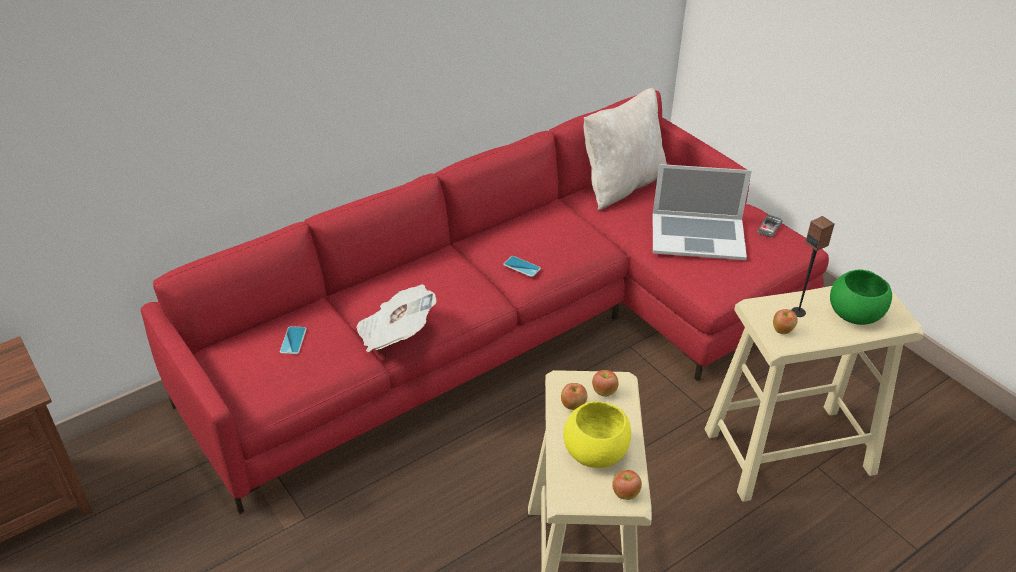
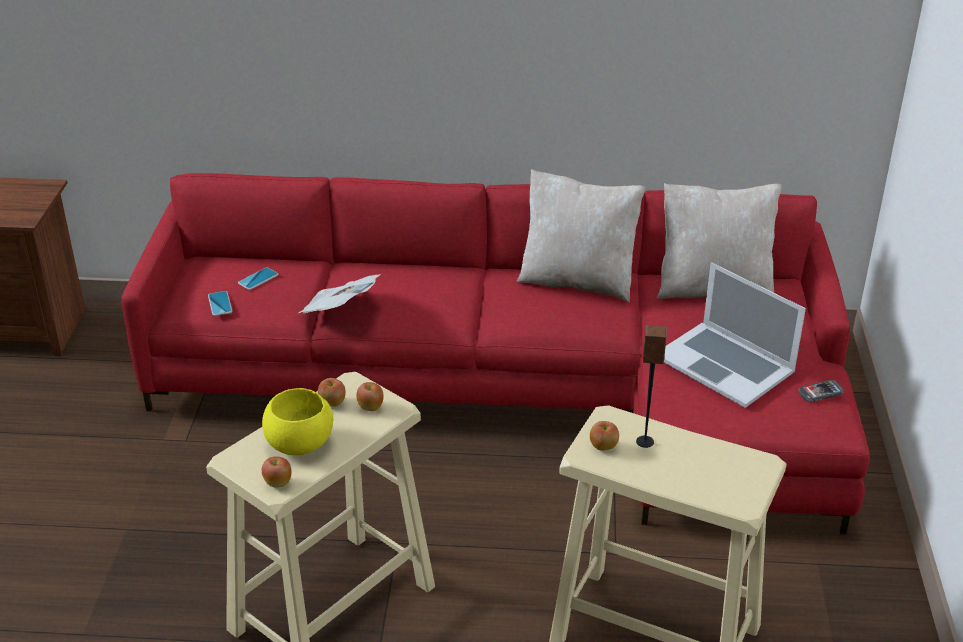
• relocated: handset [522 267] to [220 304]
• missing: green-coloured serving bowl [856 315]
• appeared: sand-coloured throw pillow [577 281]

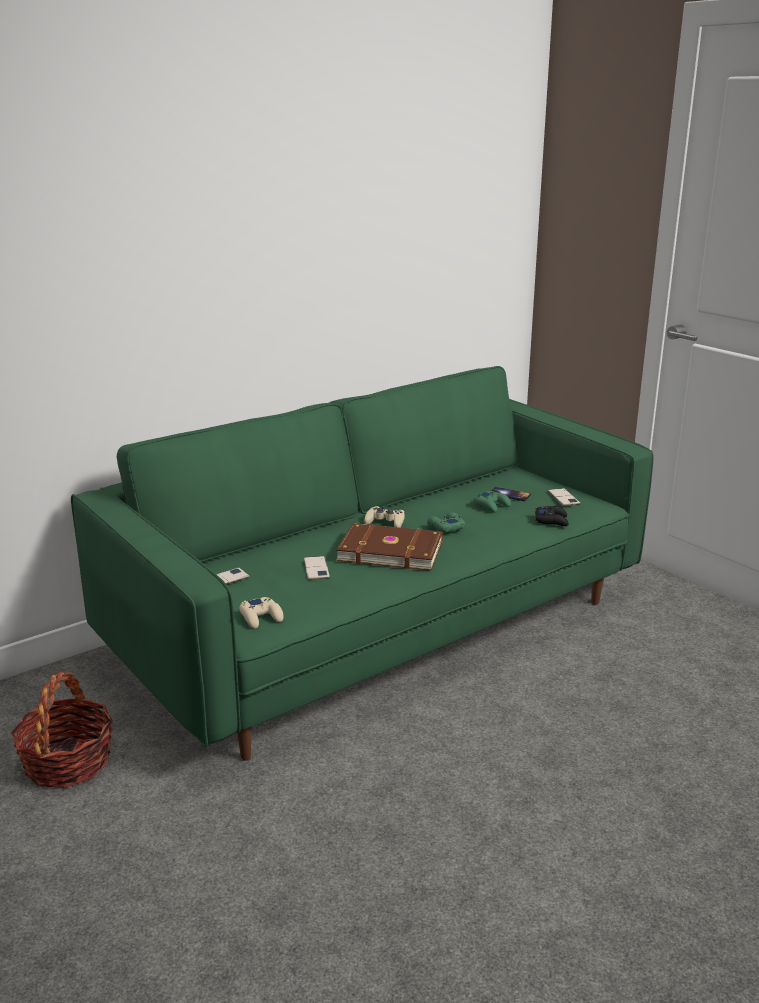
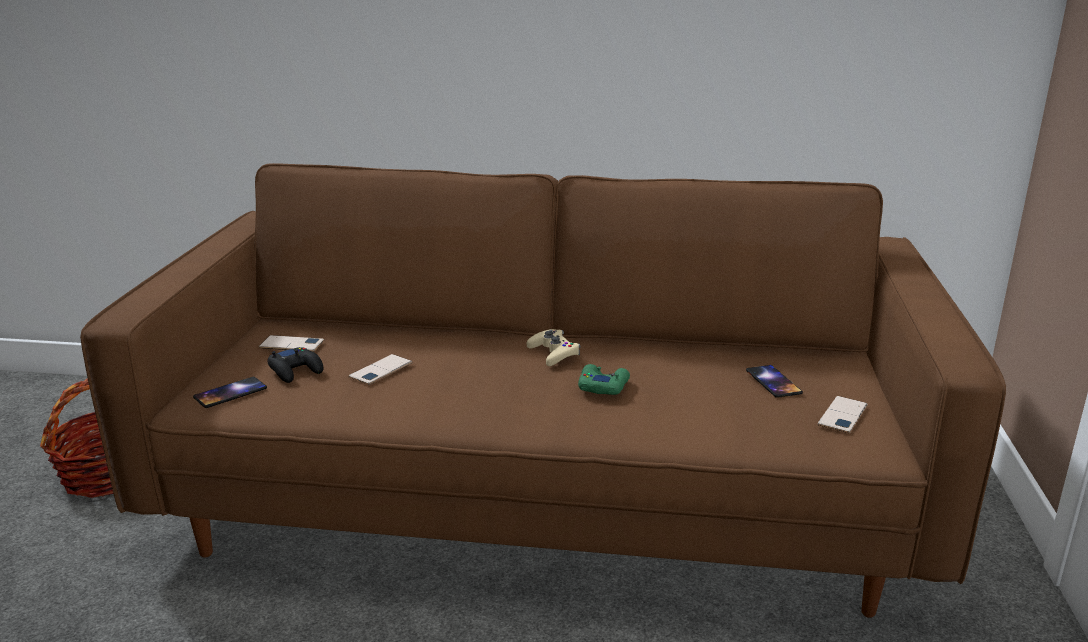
• colour: green-coloured settee [379 626] to brown-coloured settee [543 494]
• exchanged: sand-coloured joypad [261 617] to handset [230 393]
• missing: brown-coloured bound book [390 550]
• missing: green-coloured joypad [492 505]
• relocated: black joypad [552 520] to [296 370]

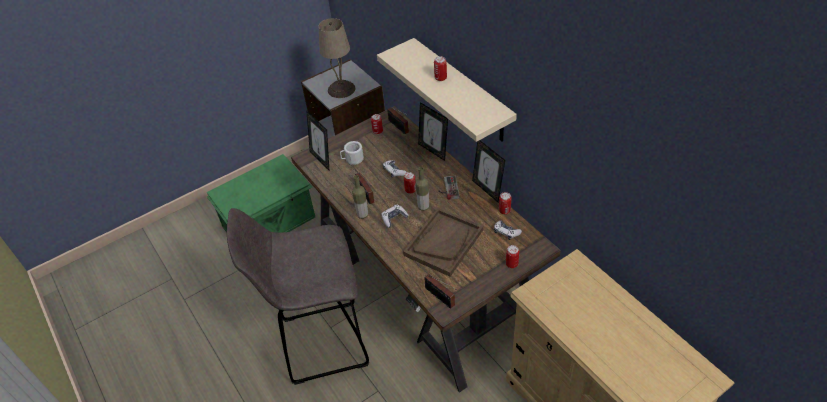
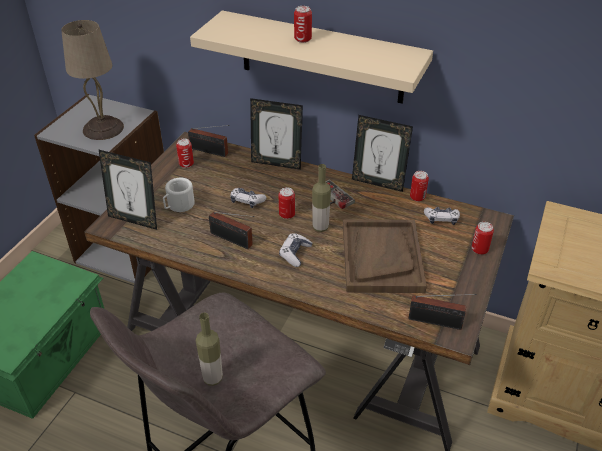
• relocated: bottle [362 215] to [213 378]

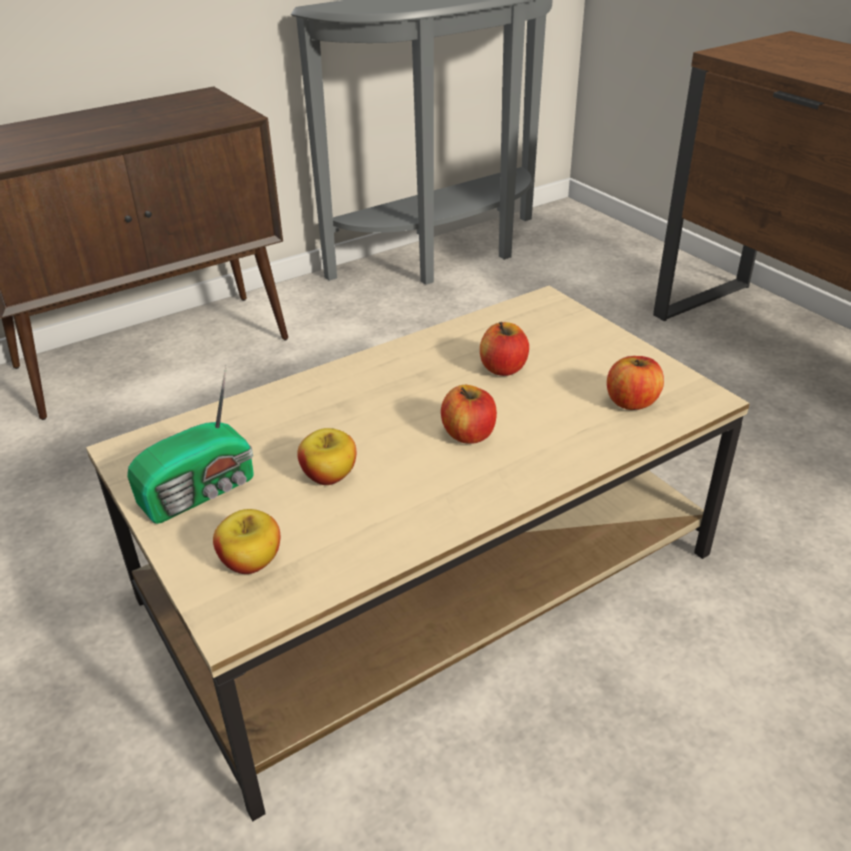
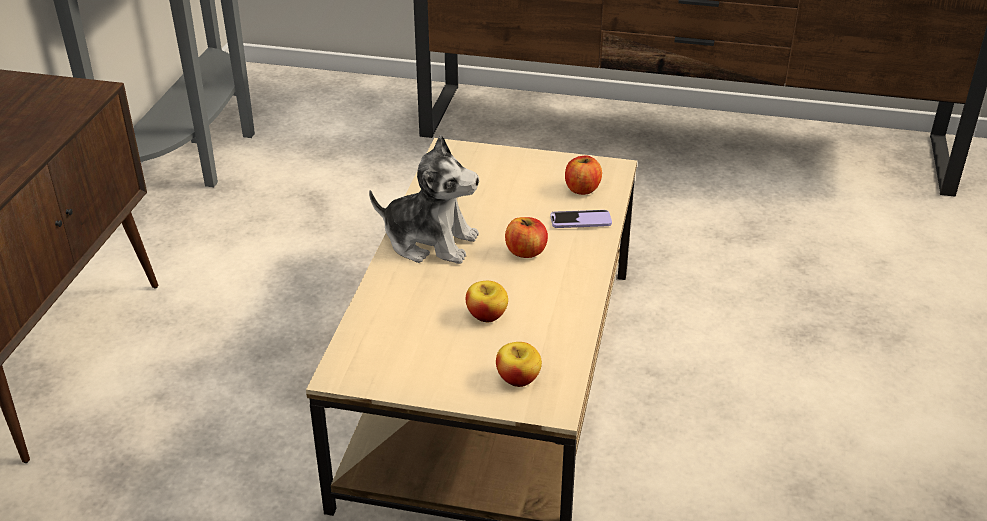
• missing: radio [202 491]
• missing: apple [503 368]
• appeared: soft toy [430 241]
• appeared: handset [580 221]

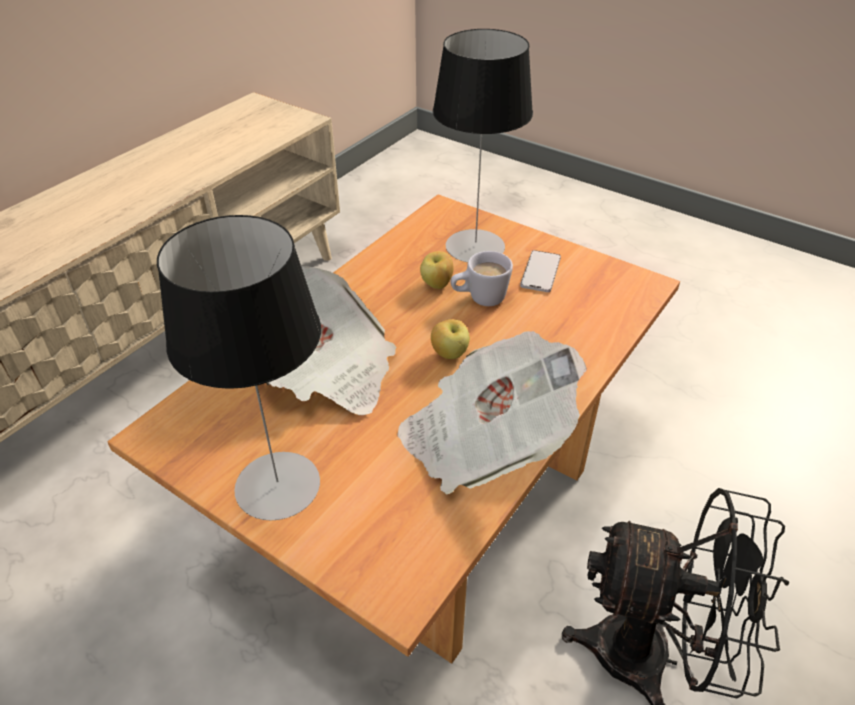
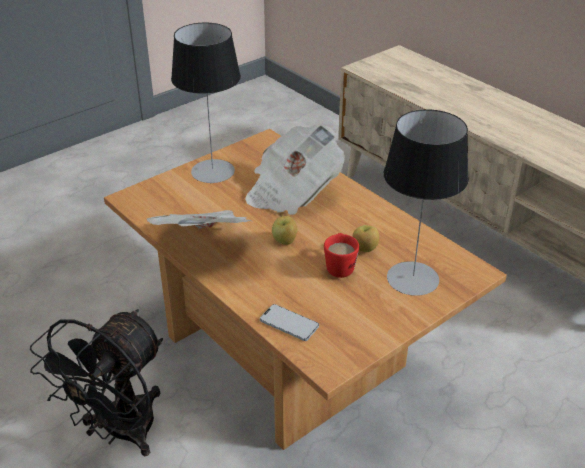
• colour: whitish tea mug [479 299] to red-coloured tea mug [340 266]
• relocated: handset [540 272] to [289 323]

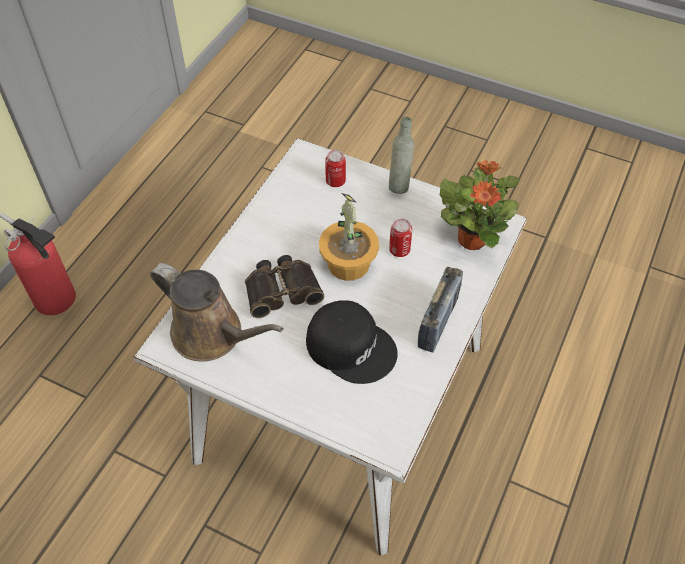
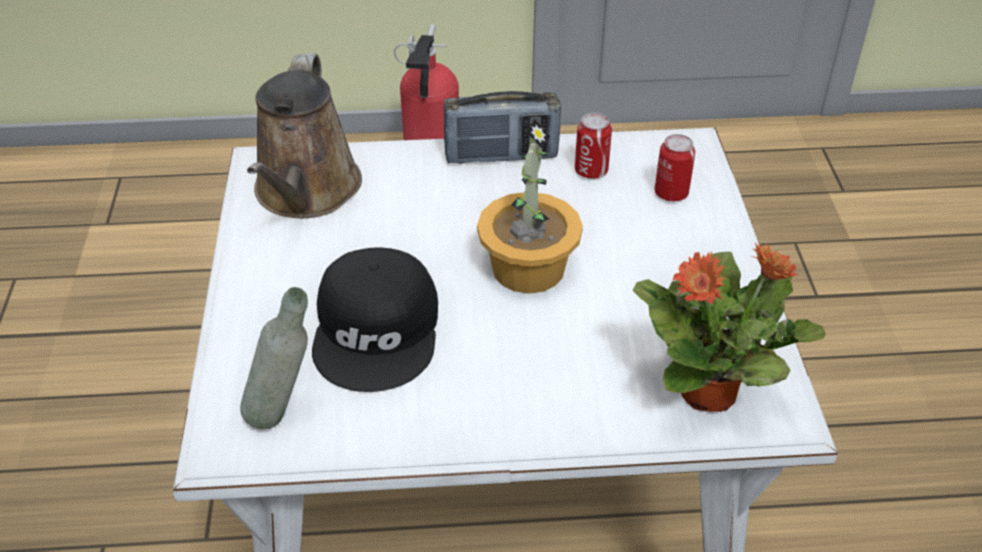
• missing: binoculars [282 289]
• relocated: greyish bottle [399 184] to [284 413]
• relocated: can [399 250] to [591 171]
• relocated: radio [438 322] to [501 156]

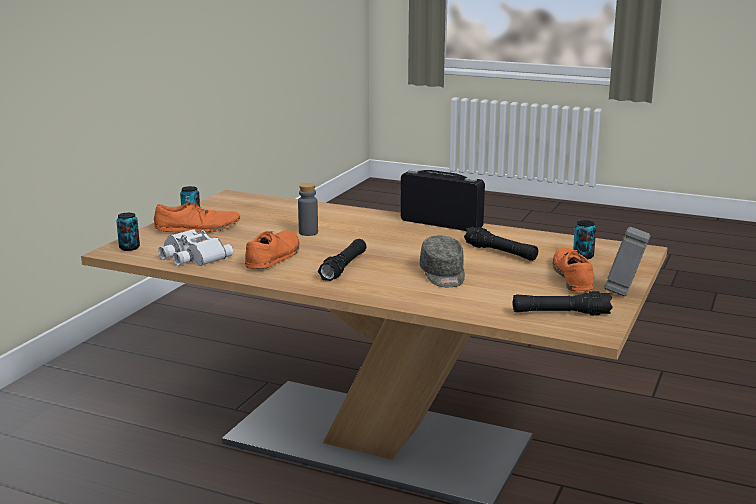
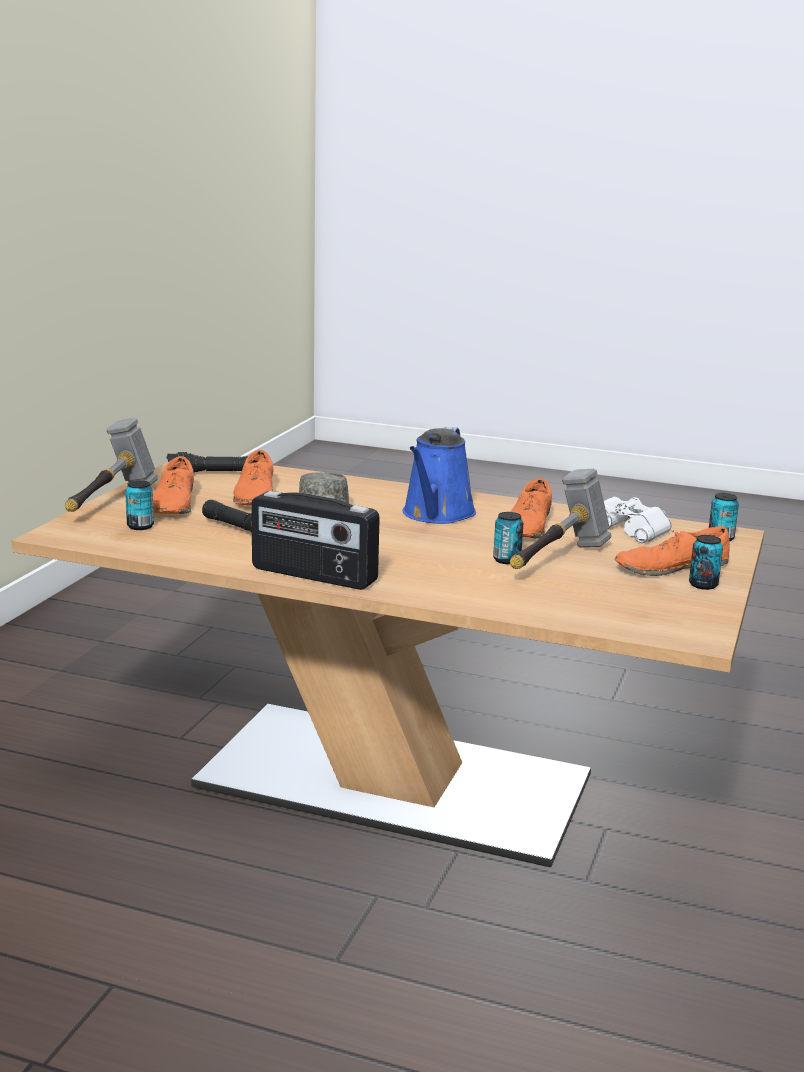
• exchanged: greyish bottle [308 233] to can [507 560]
• exchanged: black hand torch [344 267] to bluish watering pot [437 514]
• appeared: orange item of footwear [256 496]
• appeared: hand hammer [557 561]

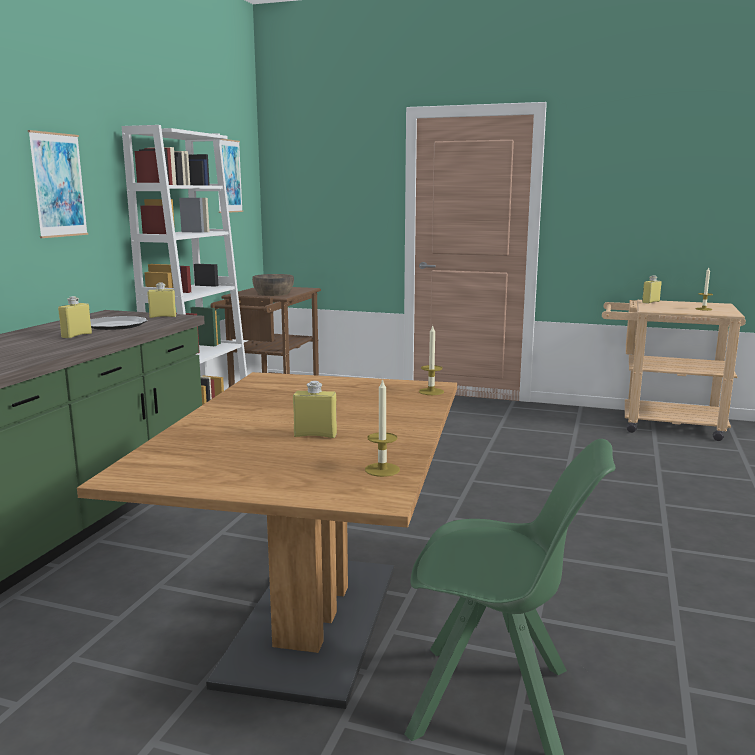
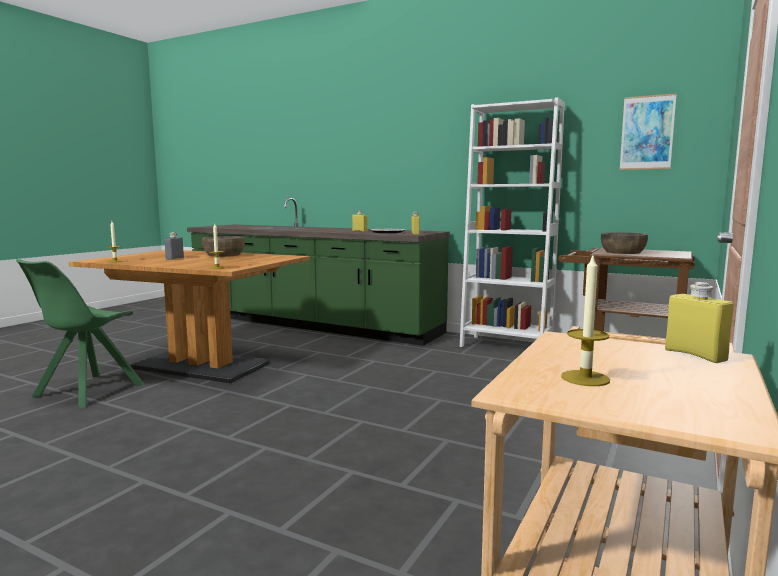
• missing: picture [58 185]
• colour: yellowish bottle [315 435] to greyish bottle [174 258]
• appeared: brown-coloured serving bowl [224 255]

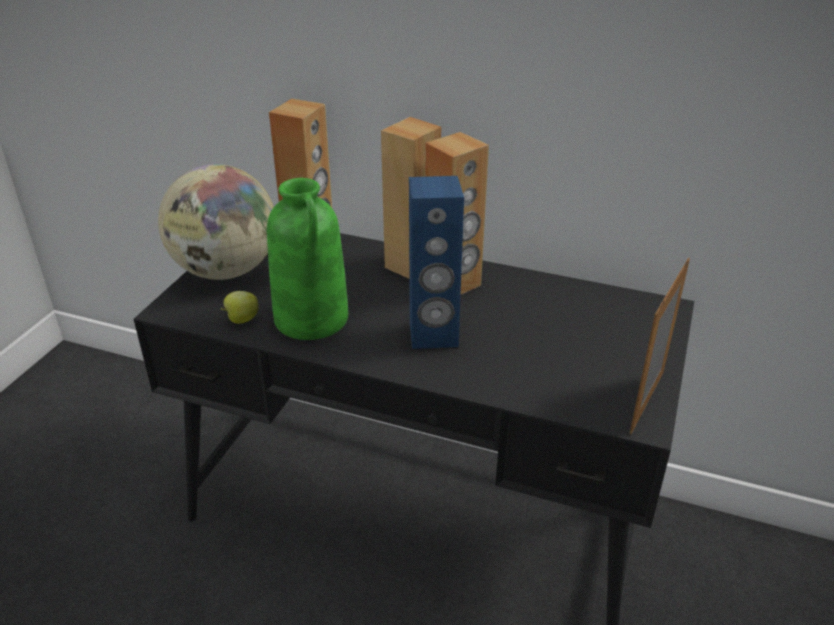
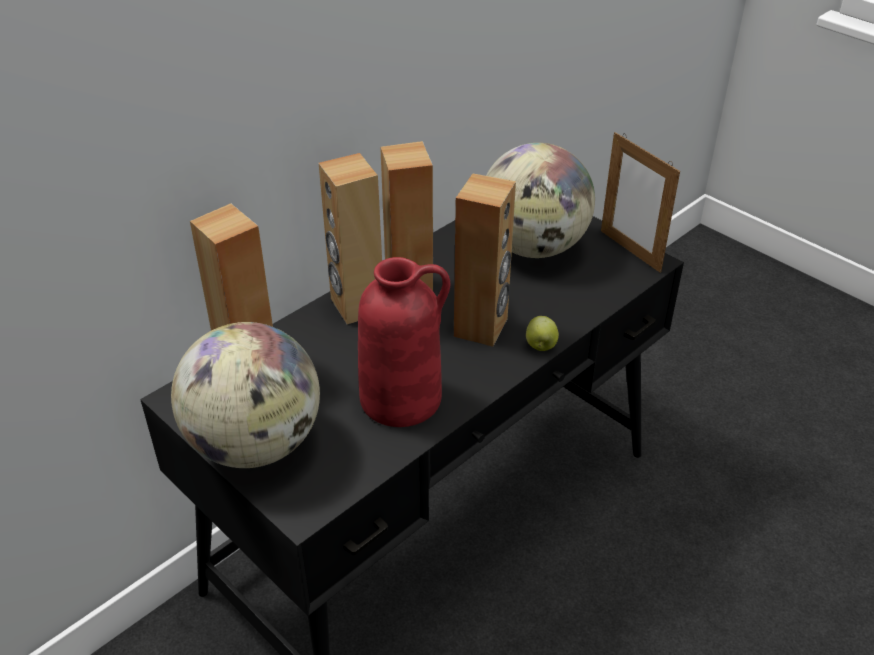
• relocated: apple [241 320] to [540 346]
• colour: green-coloured decorative vase [312 319] to red-coloured decorative vase [402 398]
• colour: bluish loudspeaker [433 335] to brown-coloured loudspeaker [481 327]
• appeared: world globe [533 247]

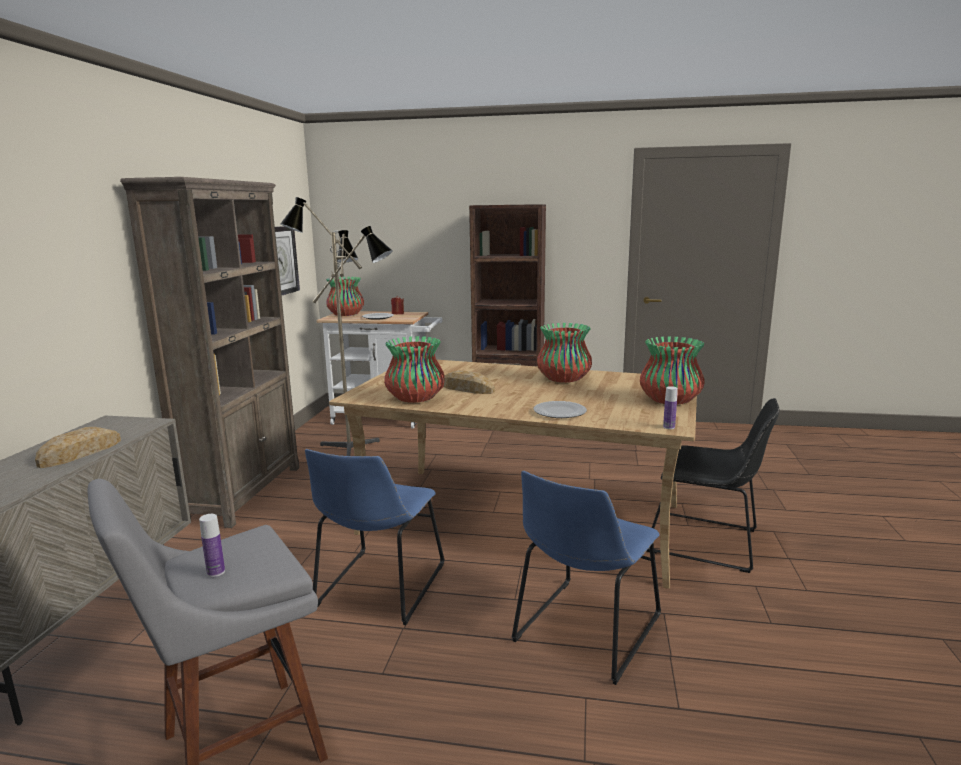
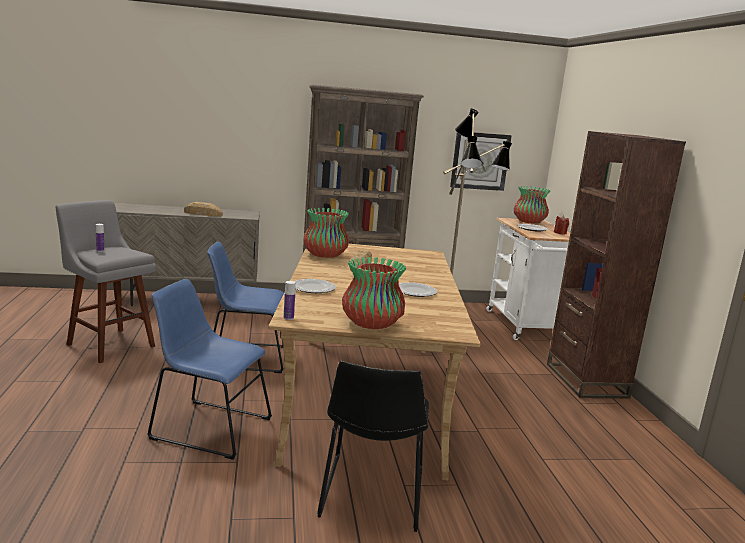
• exchanged: decorative vase [563 379] to flat dish [414 291]

